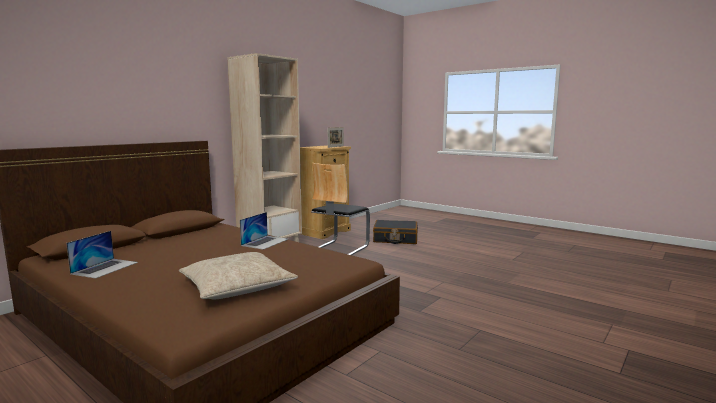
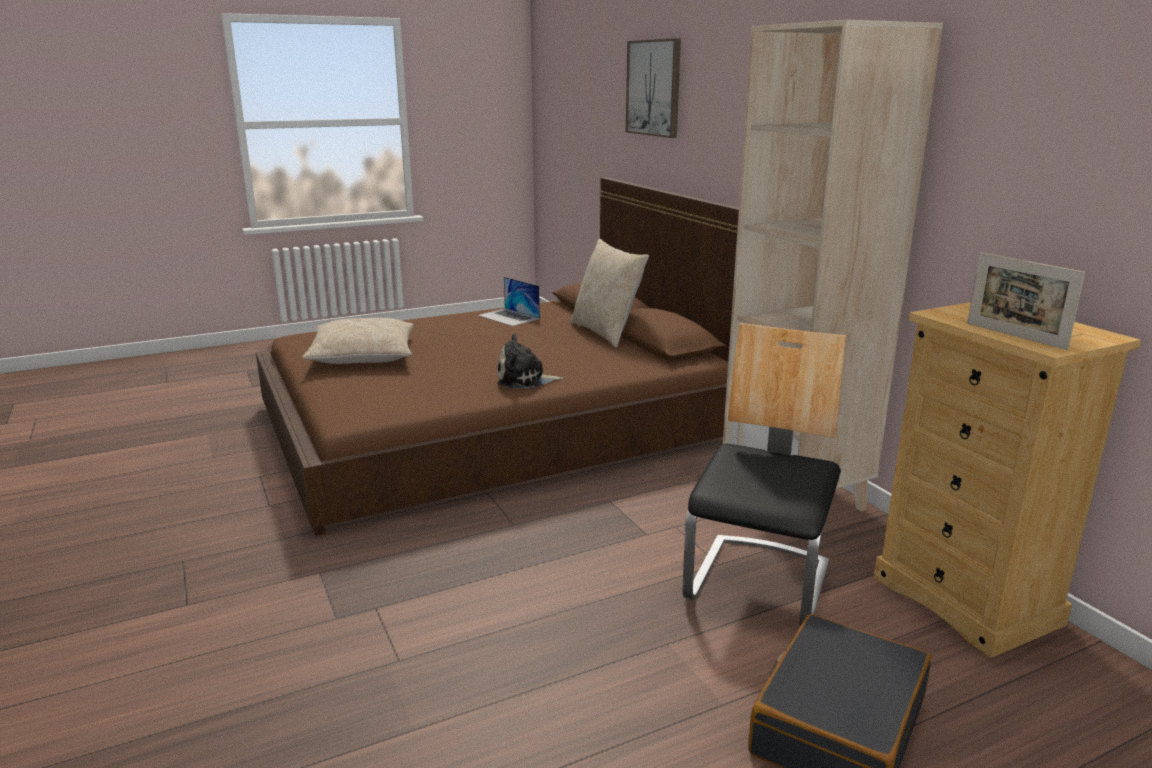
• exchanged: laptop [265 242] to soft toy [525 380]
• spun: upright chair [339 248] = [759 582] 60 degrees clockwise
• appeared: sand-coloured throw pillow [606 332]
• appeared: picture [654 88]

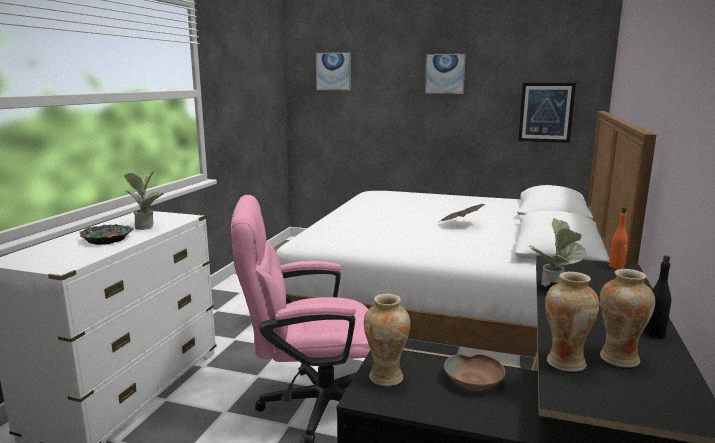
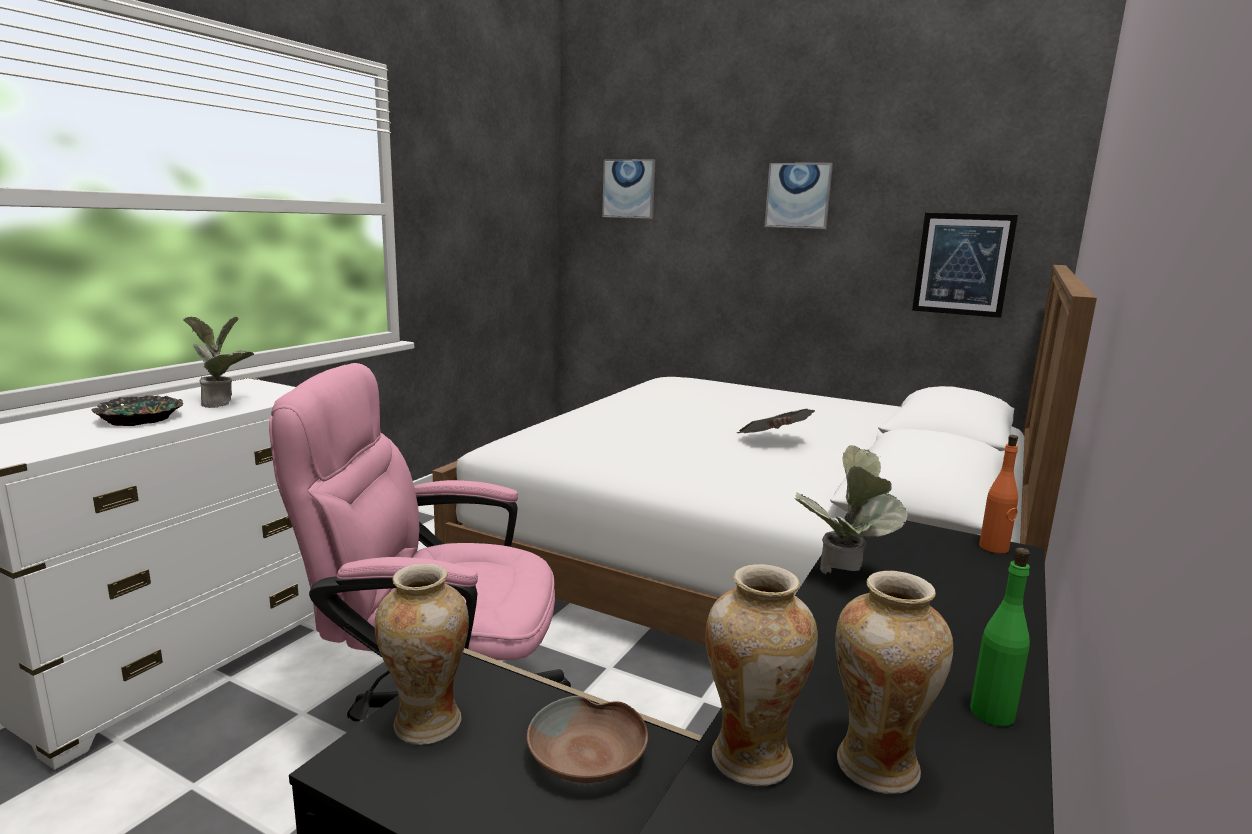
• colour: black bottle [654 334] to green-coloured bottle [992 713]

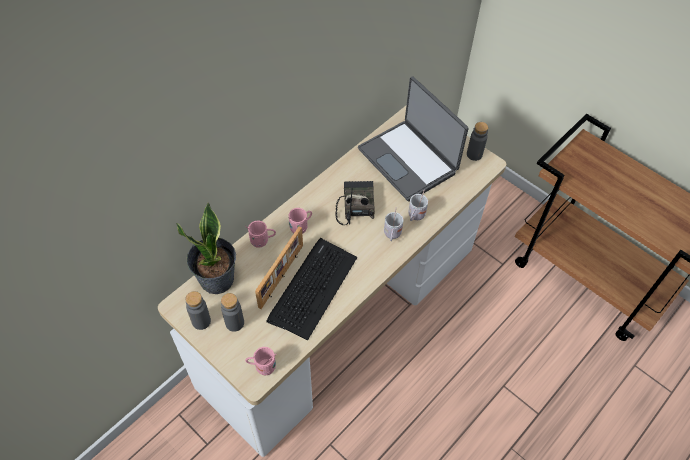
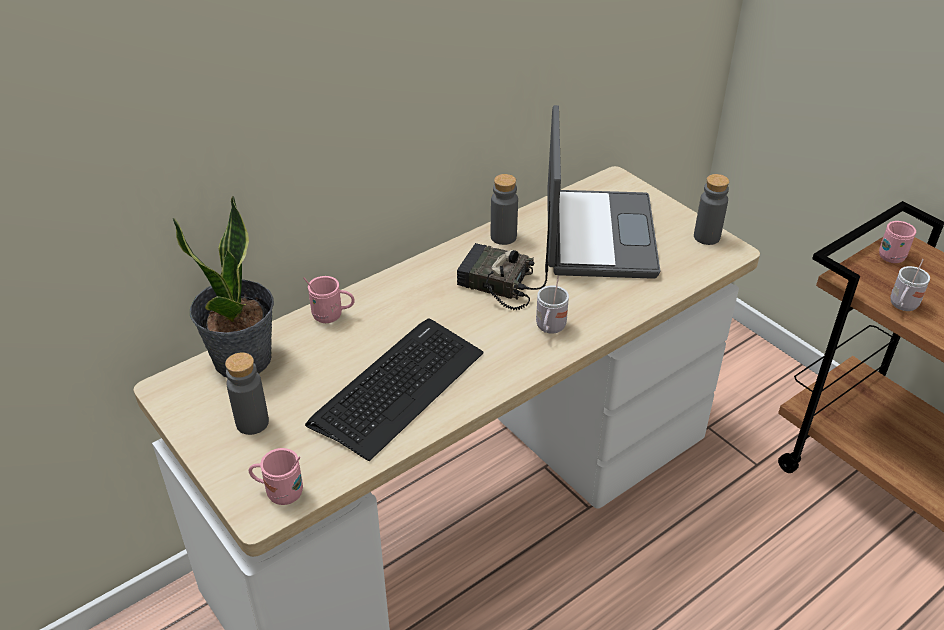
• relocated: greyish bottle [201 321] to [503 237]
• missing: photo frame [282 276]
• relocated: pink-coloured tea mug [301 227] to [894 256]
• spun: radio [355 205] = [496 284] 75 degrees counterclockwise
• spun: laptop [409 160] = [596 235] 150 degrees counterclockwise
• relocated: whitish tea mug [415 216] to [901 307]

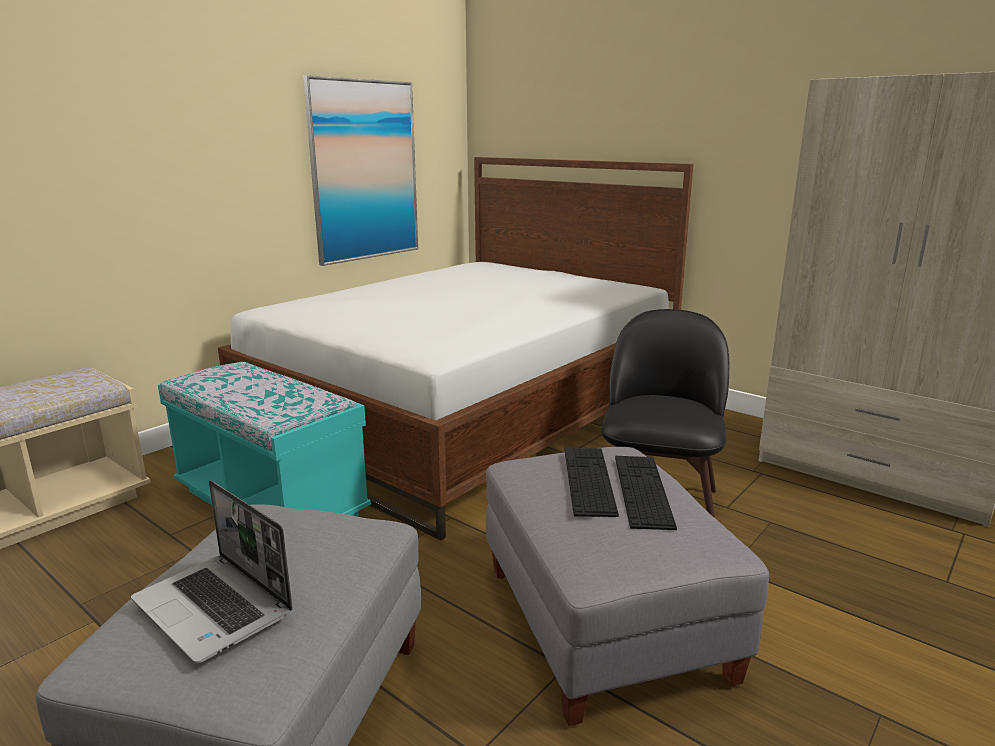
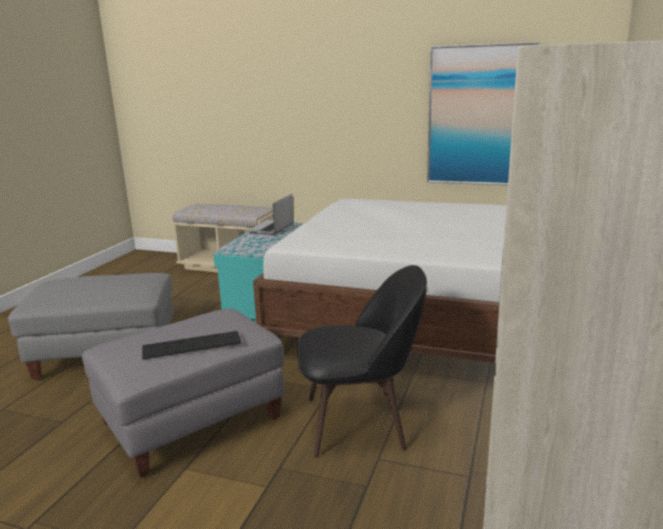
• relocated: laptop [215 608] to [271 228]
• missing: keyboard [588 480]

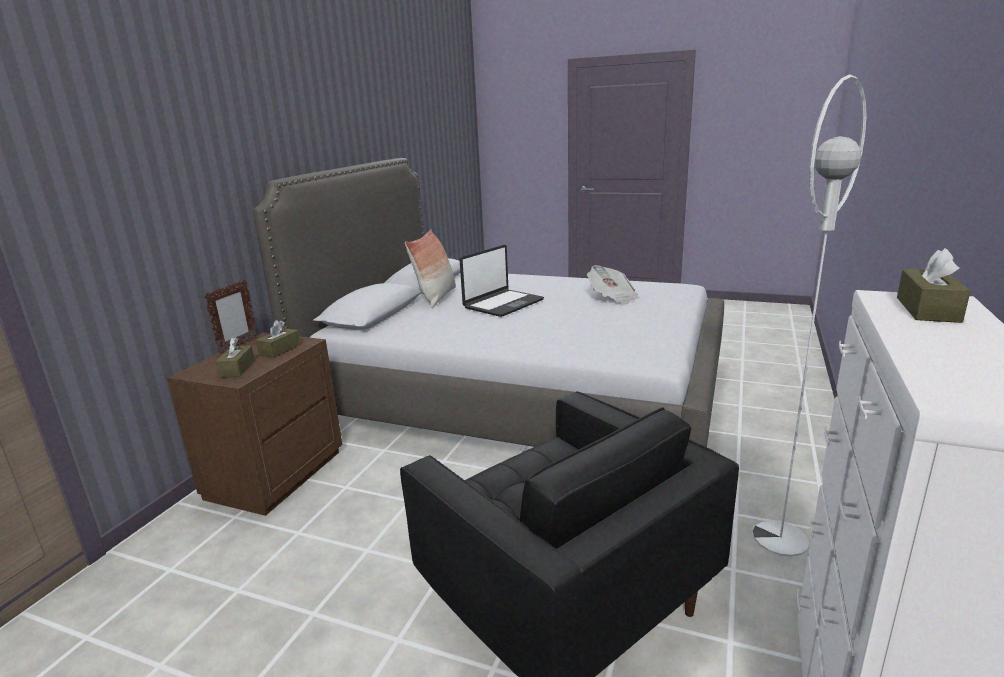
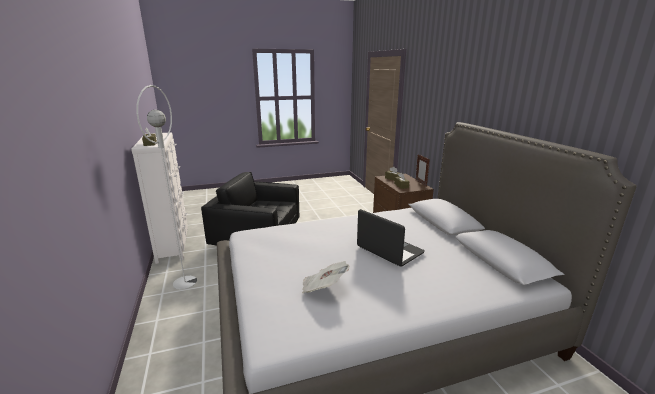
• missing: throw pillow [436 297]
• spun: laptop [503 304] = [389 250] 135 degrees clockwise

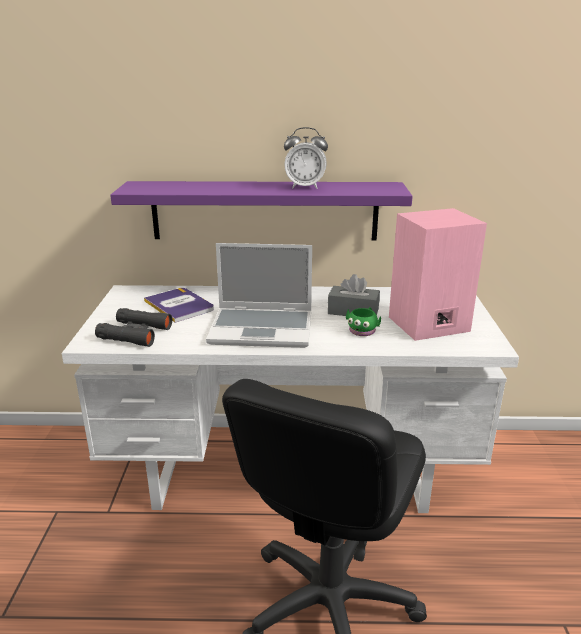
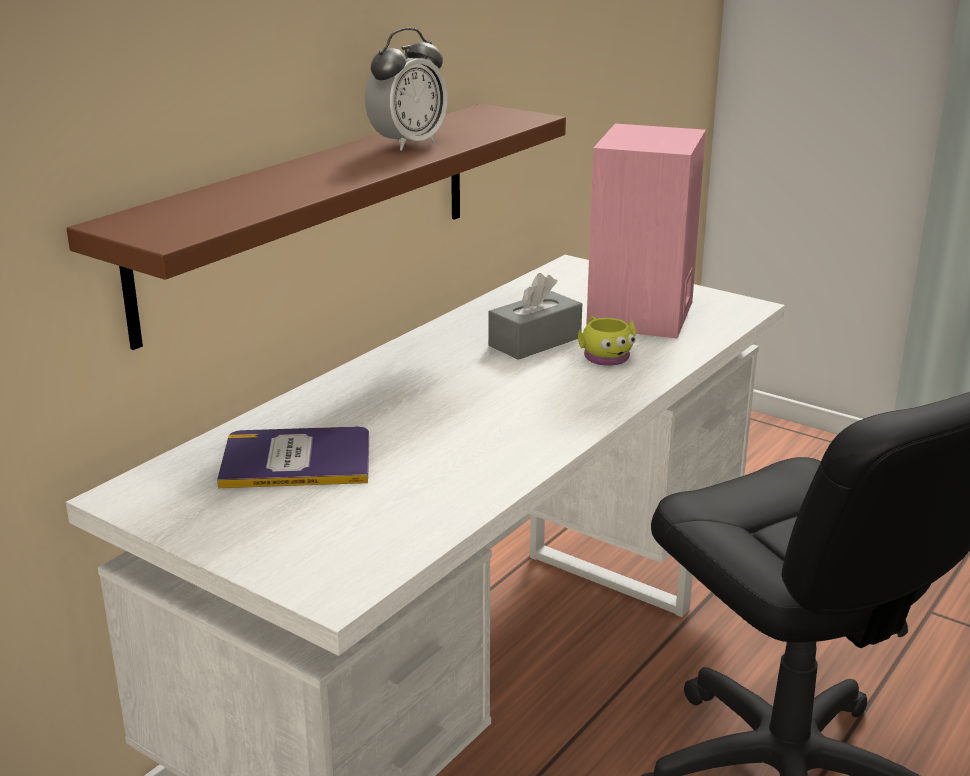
• missing: black binoculars [135 333]
• colour: purple wall shelf [264 211] to brown-coloured wall shelf [313 215]
• missing: laptop [263 329]
• colour: green-coloured tea mug [363 330] to yellowish tea mug [604 356]

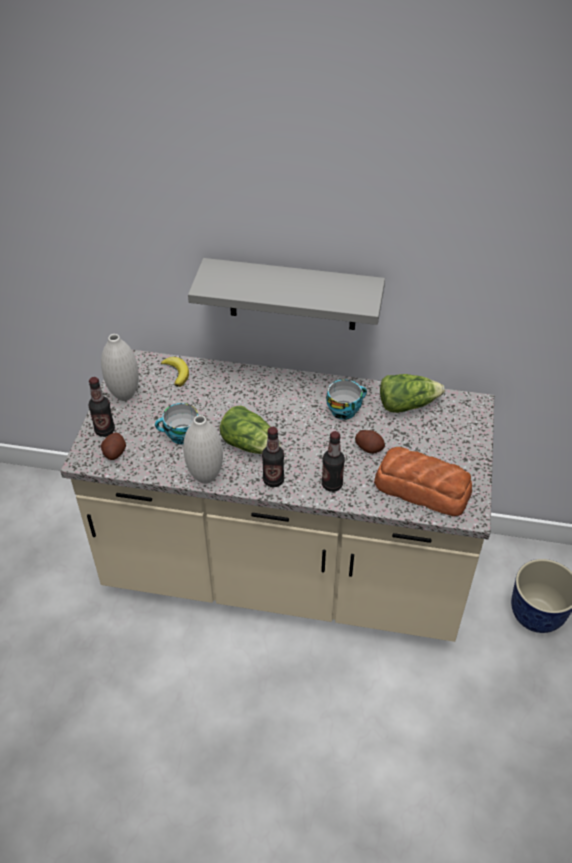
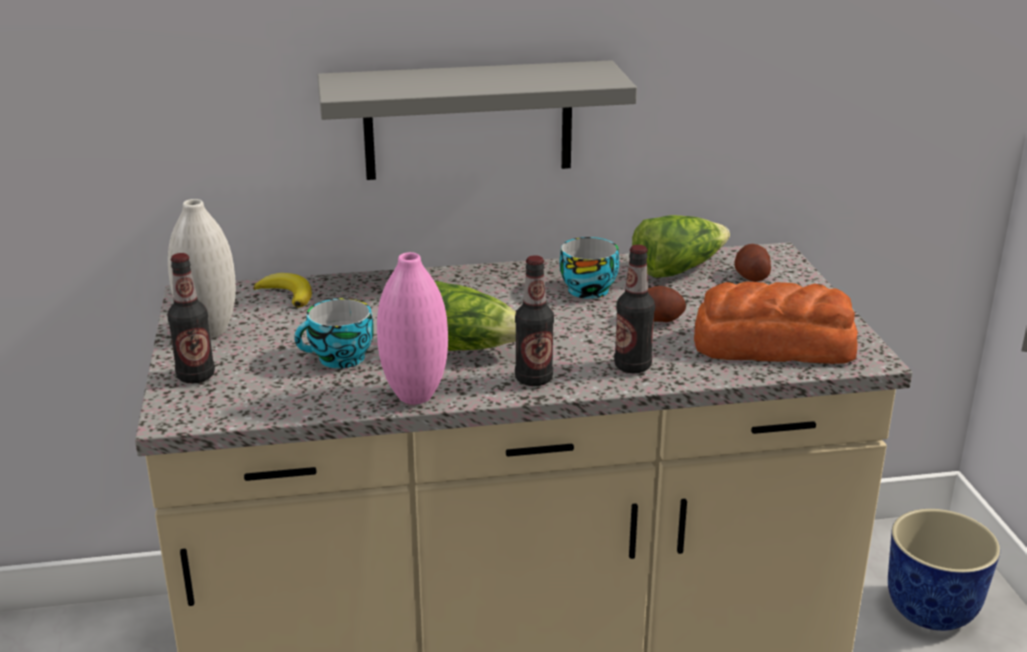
• relocated: spud [114 452] to [751 277]
• colour: whitish decorative vase [205 476] to pink-coloured decorative vase [415 396]

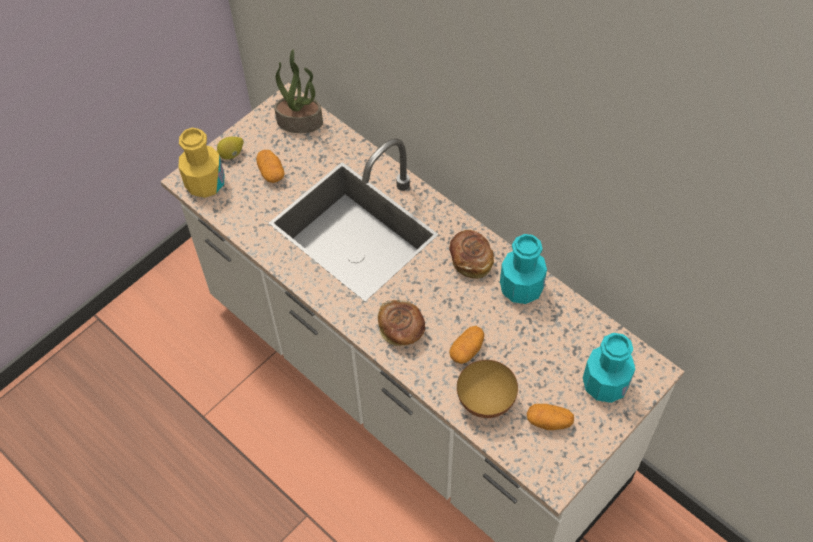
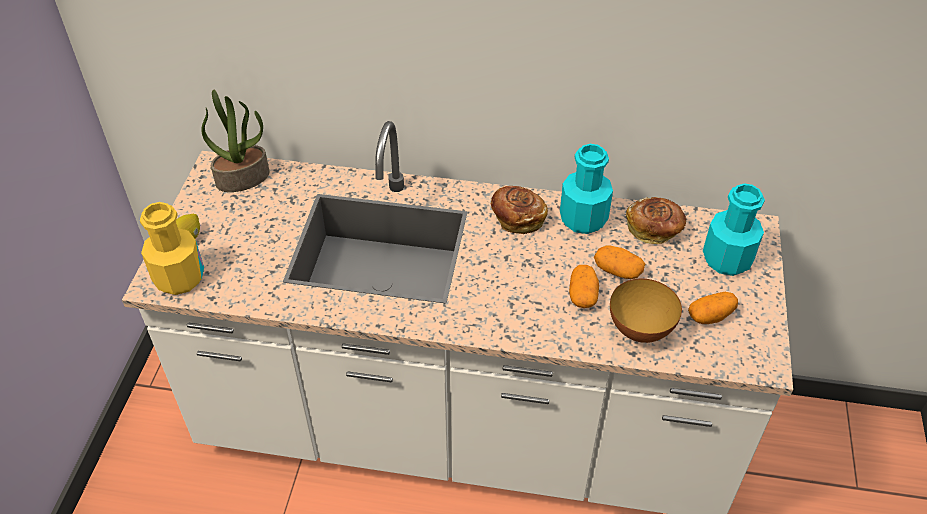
• relocated: spud [271 172] to [617 271]
• relocated: bakery bread [401 330] to [654 230]

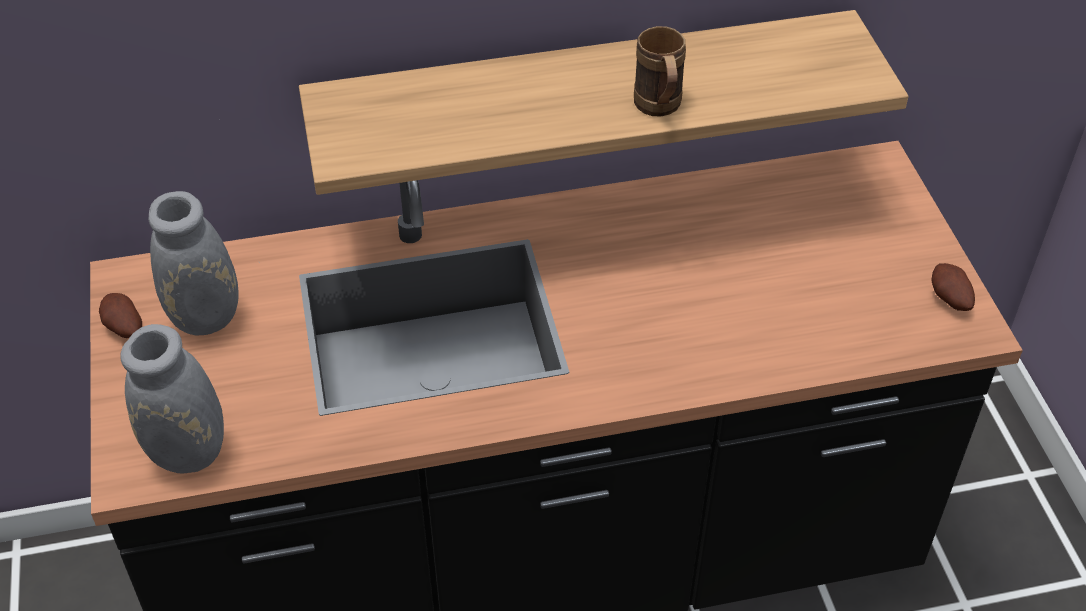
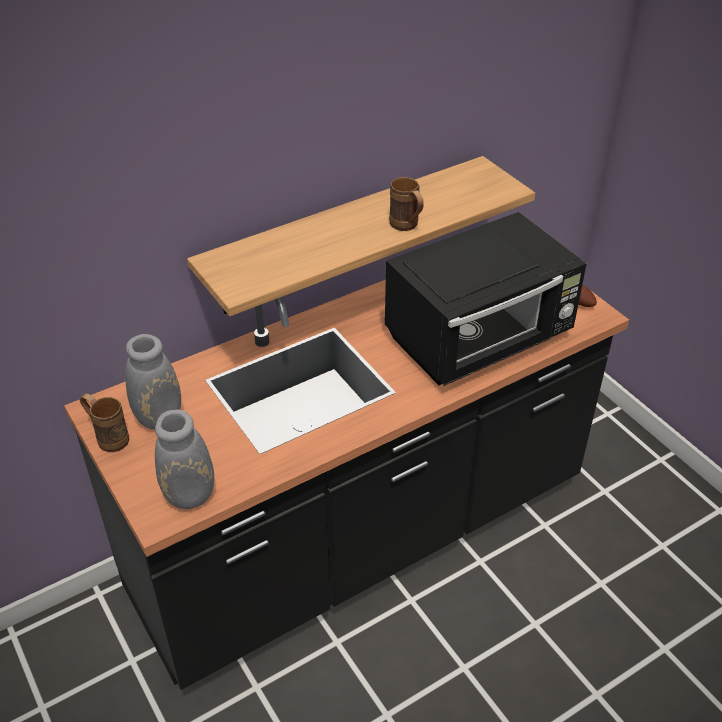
• exchanged: spud [123 328] to brown-coloured tea mug [108 437]
• appeared: black microwave [480 339]

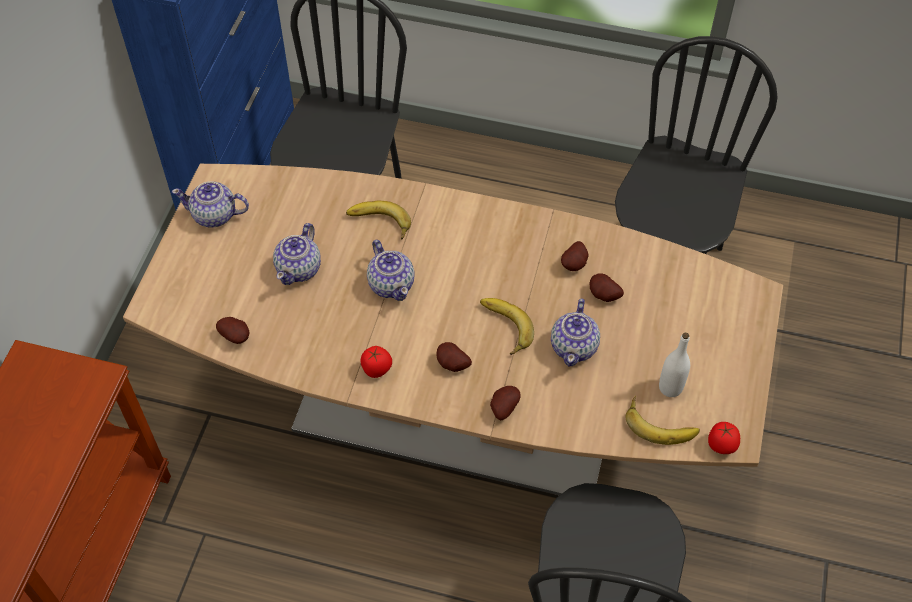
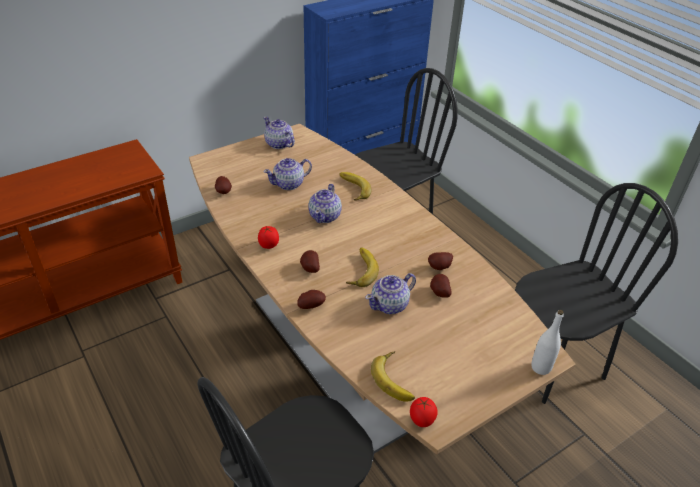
• relocated: whitish bottle [670 387] to [540 367]

